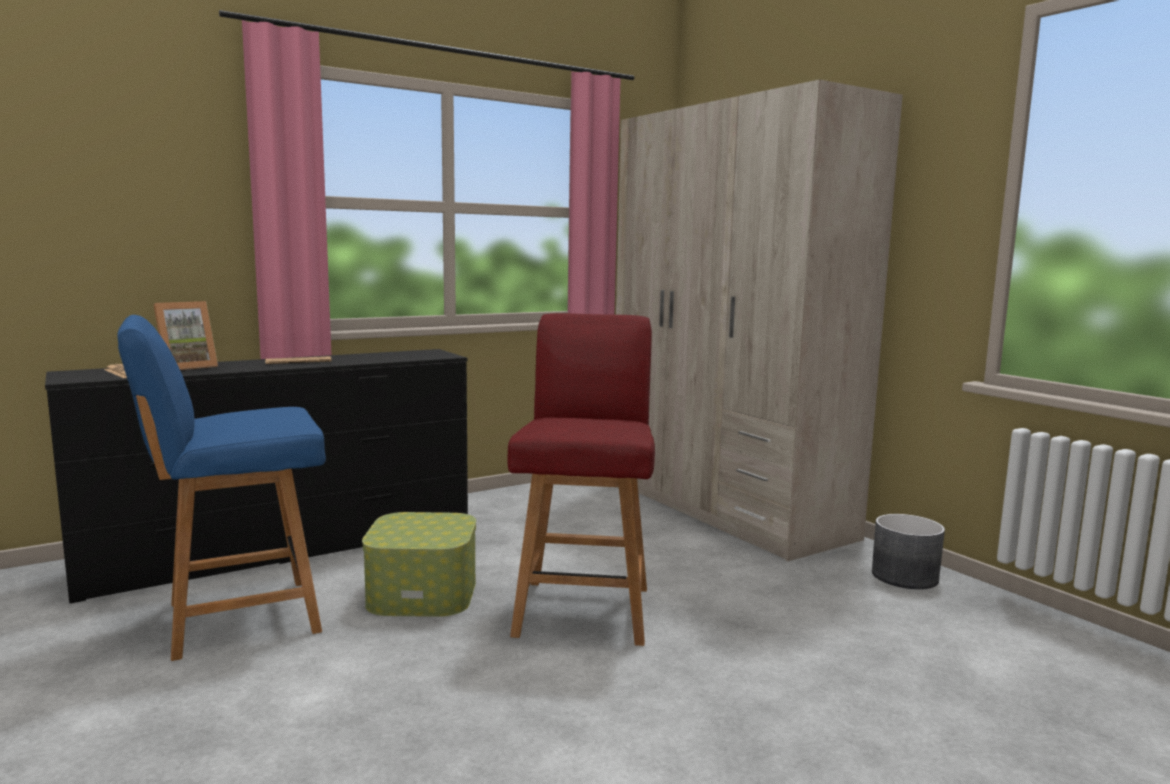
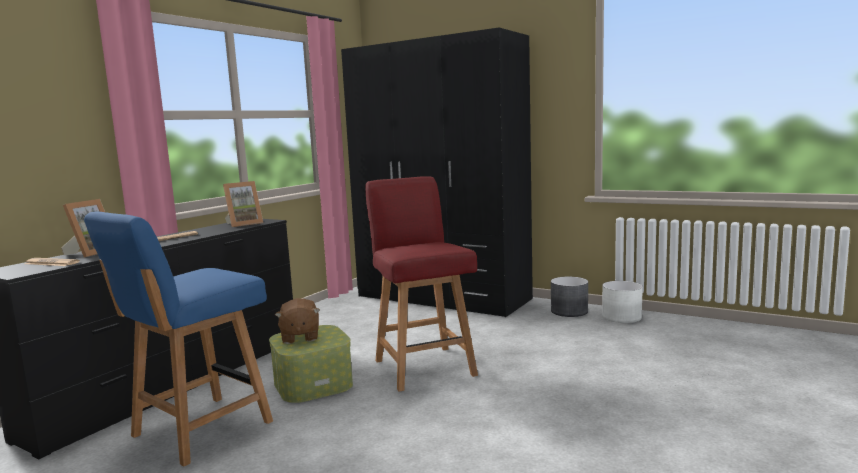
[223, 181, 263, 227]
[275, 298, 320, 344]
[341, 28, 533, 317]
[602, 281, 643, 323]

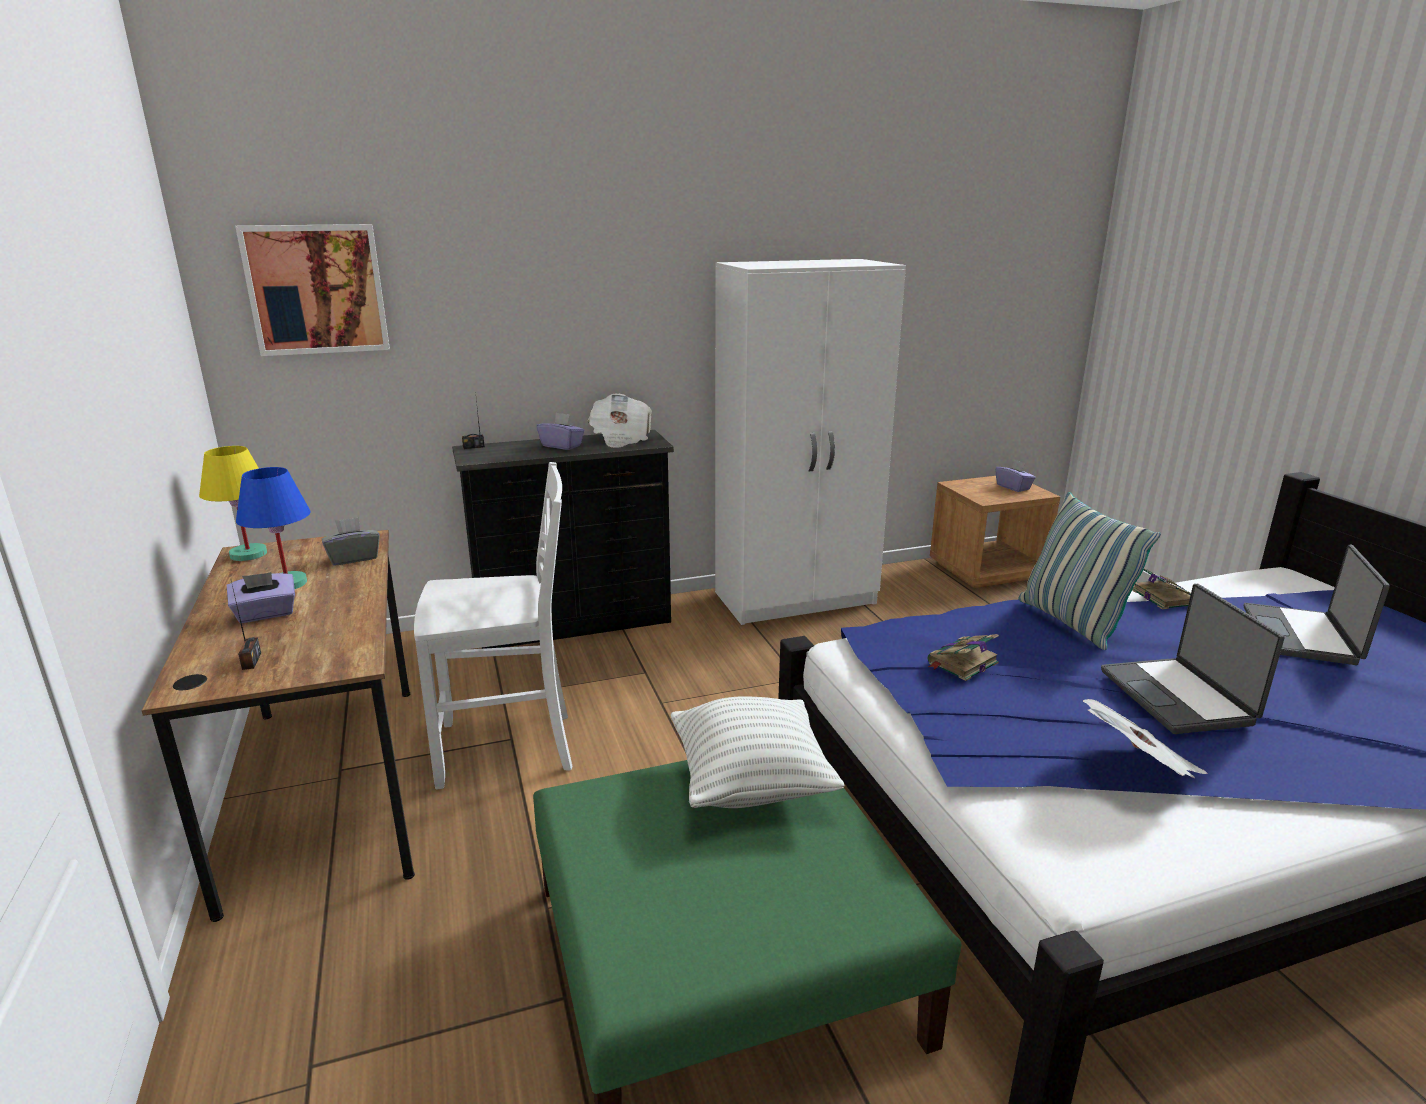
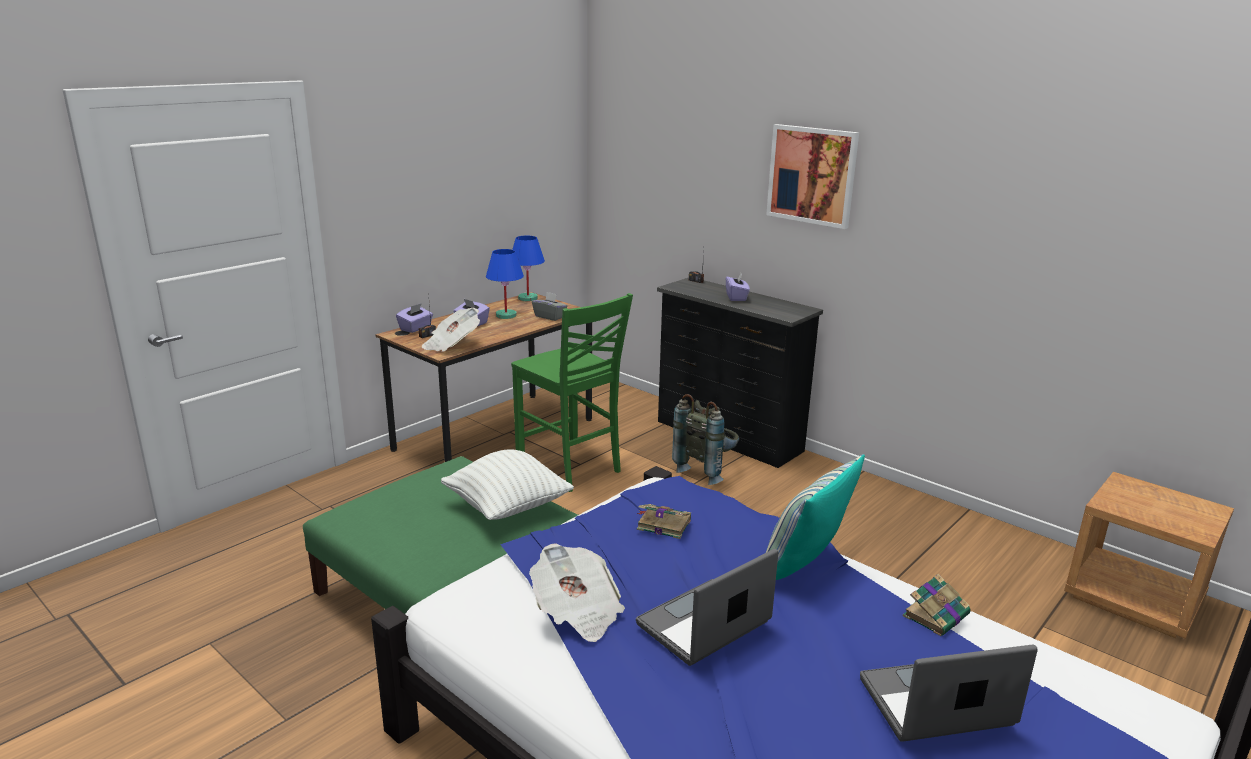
[396, 303, 433, 333]
[422, 308, 480, 352]
[511, 293, 633, 492]
[512, 236, 545, 301]
[672, 394, 739, 485]
[766, 124, 859, 229]
[715, 259, 906, 625] (first image)

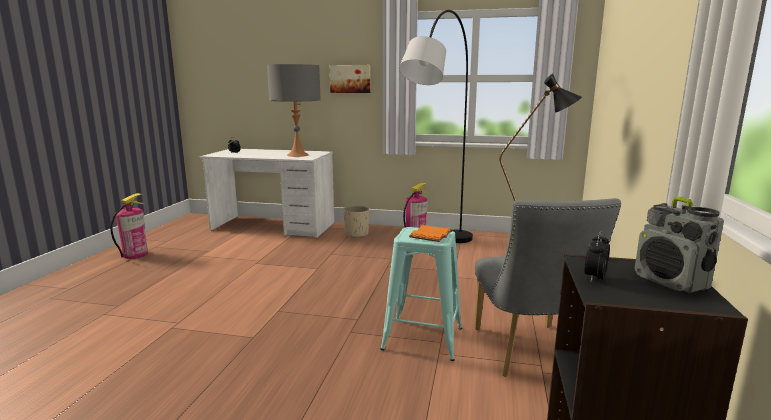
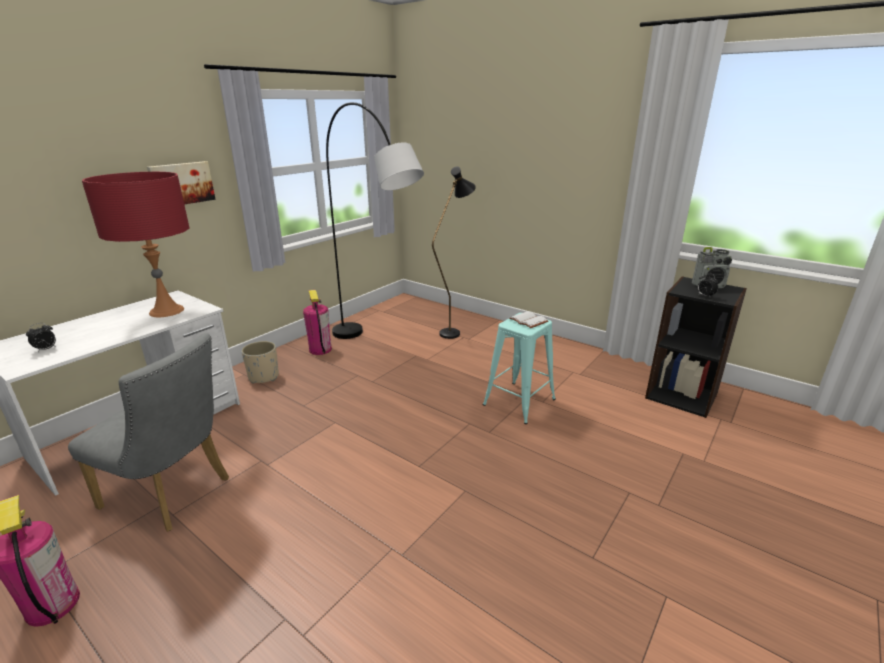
[68, 333, 229, 532]
[82, 172, 189, 318]
[509, 311, 548, 328]

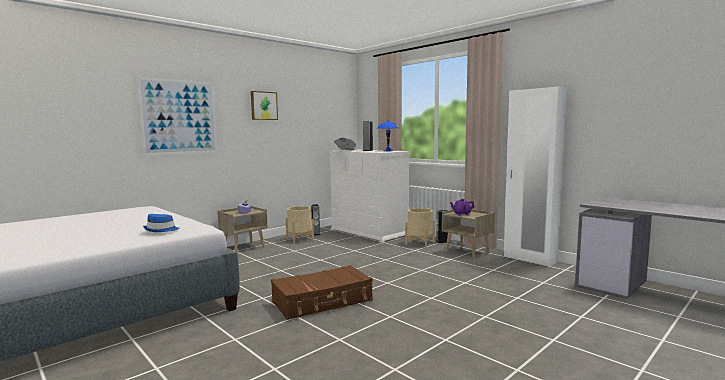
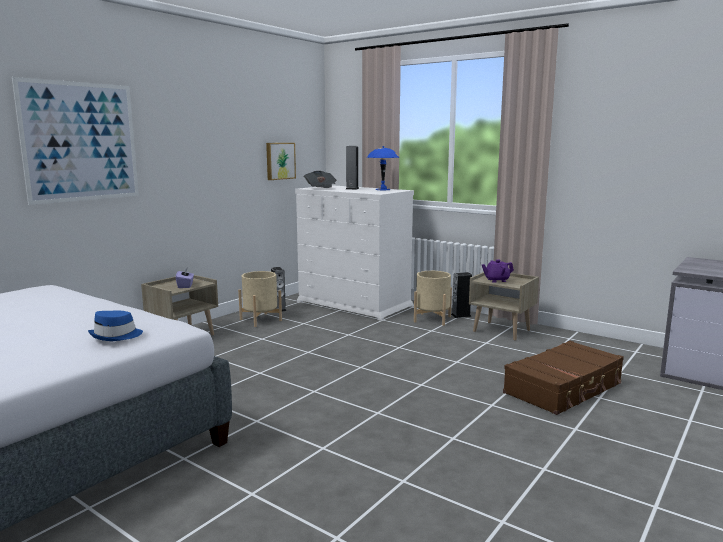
[266, 143, 296, 180]
[503, 341, 624, 415]
[504, 86, 567, 267] (first image)

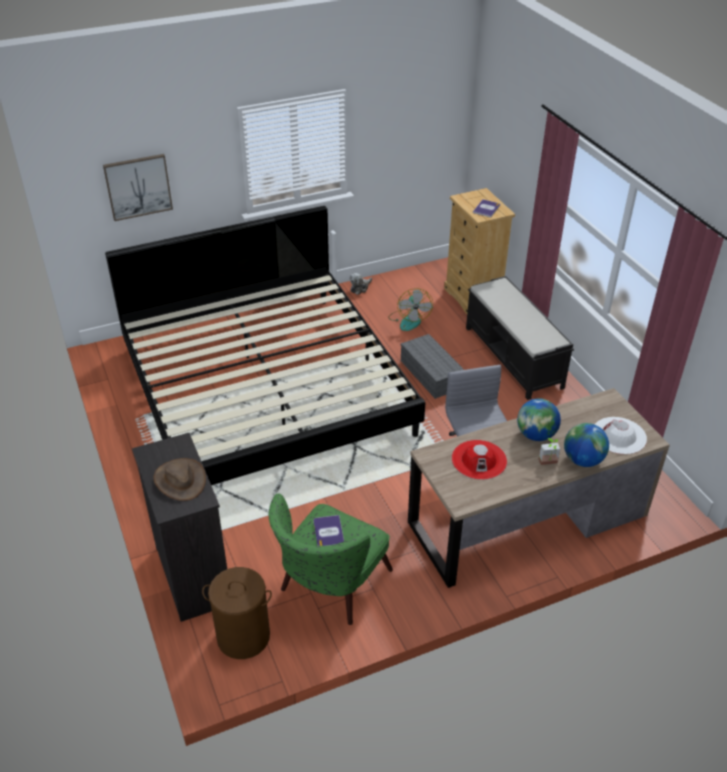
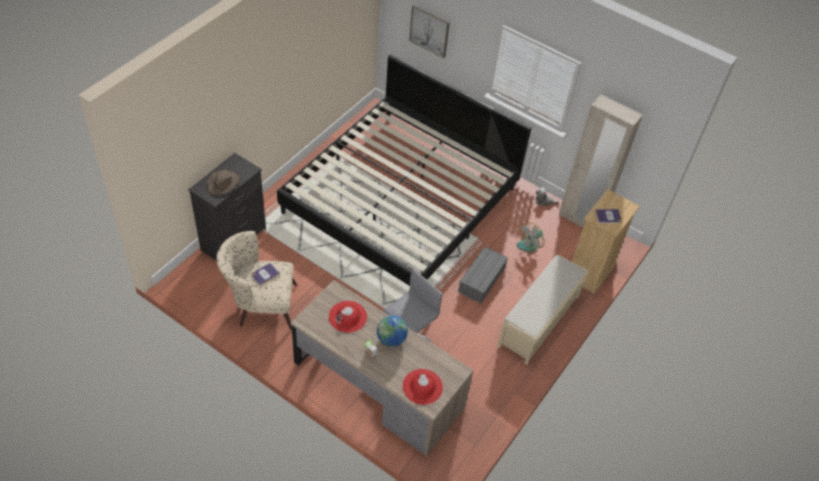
[216, 231, 297, 330]
[402, 369, 443, 405]
[497, 255, 588, 365]
[559, 94, 643, 228]
[202, 567, 272, 659] (first image)
[564, 423, 609, 467] (first image)

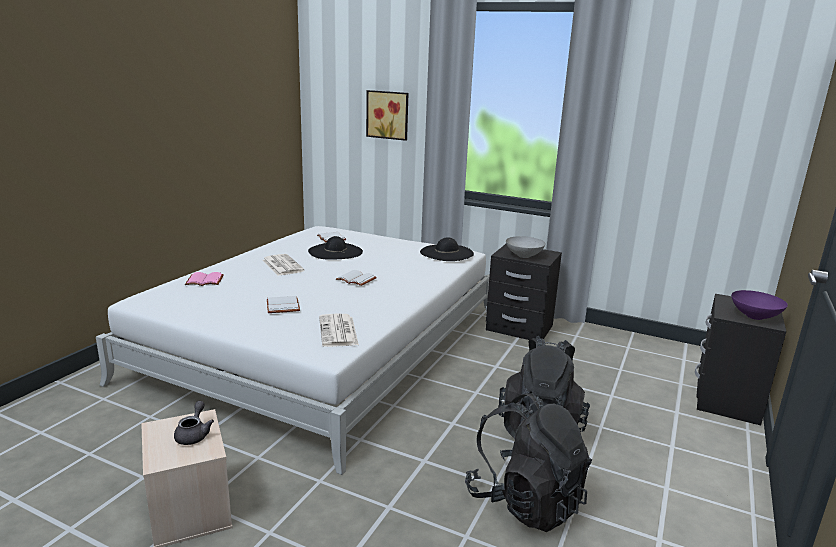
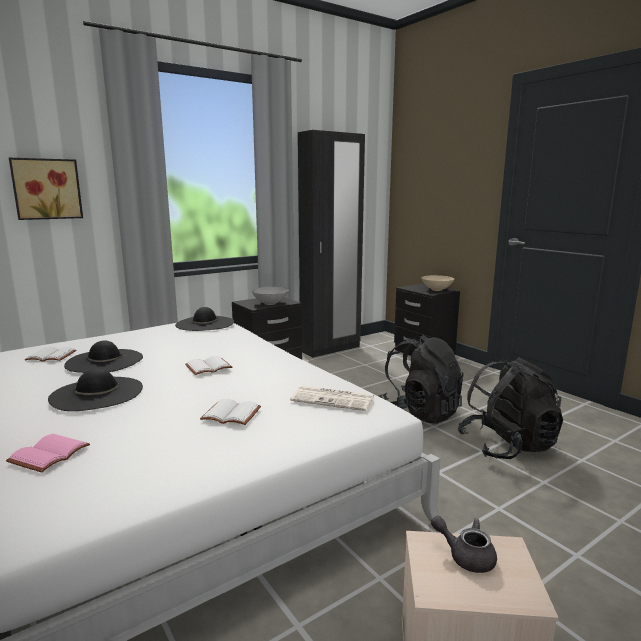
[48, 369, 143, 411]
[298, 130, 365, 358]
[421, 275, 454, 291]

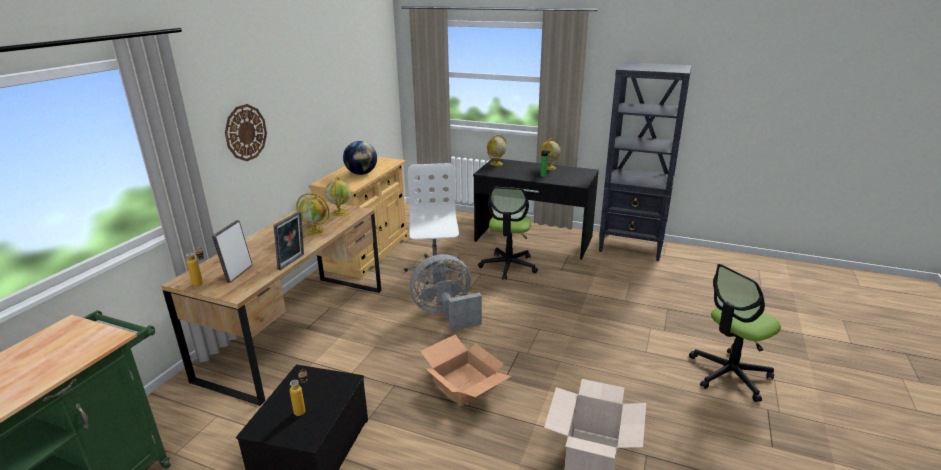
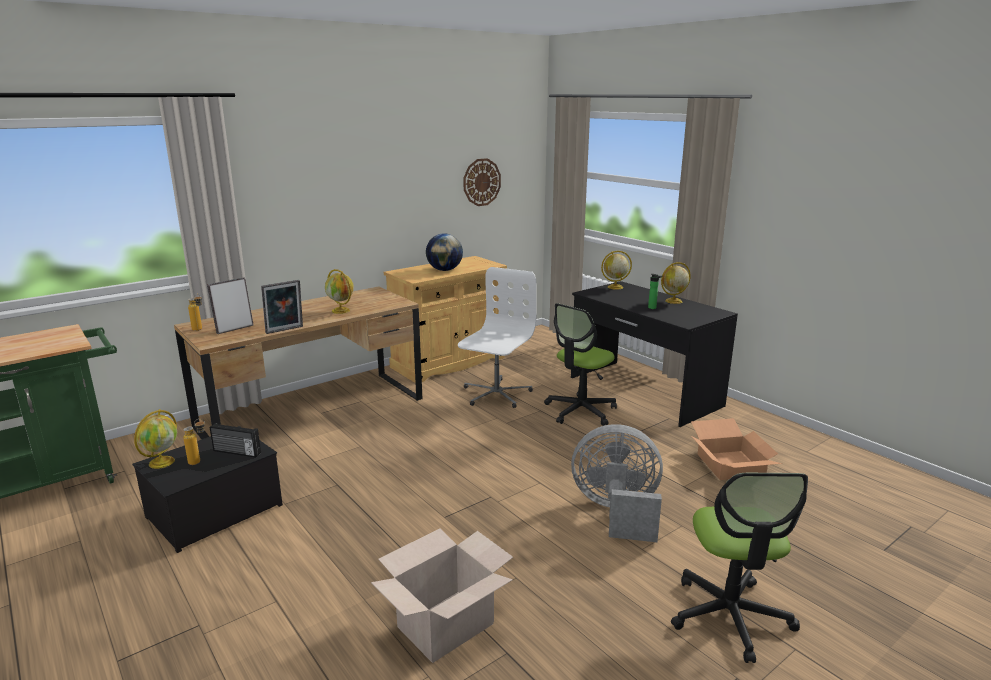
[134, 409, 177, 469]
[210, 423, 261, 457]
[463, 158, 501, 206]
[571, 424, 663, 542]
[671, 473, 808, 663]
[691, 418, 783, 480]
[599, 62, 692, 261] (first image)

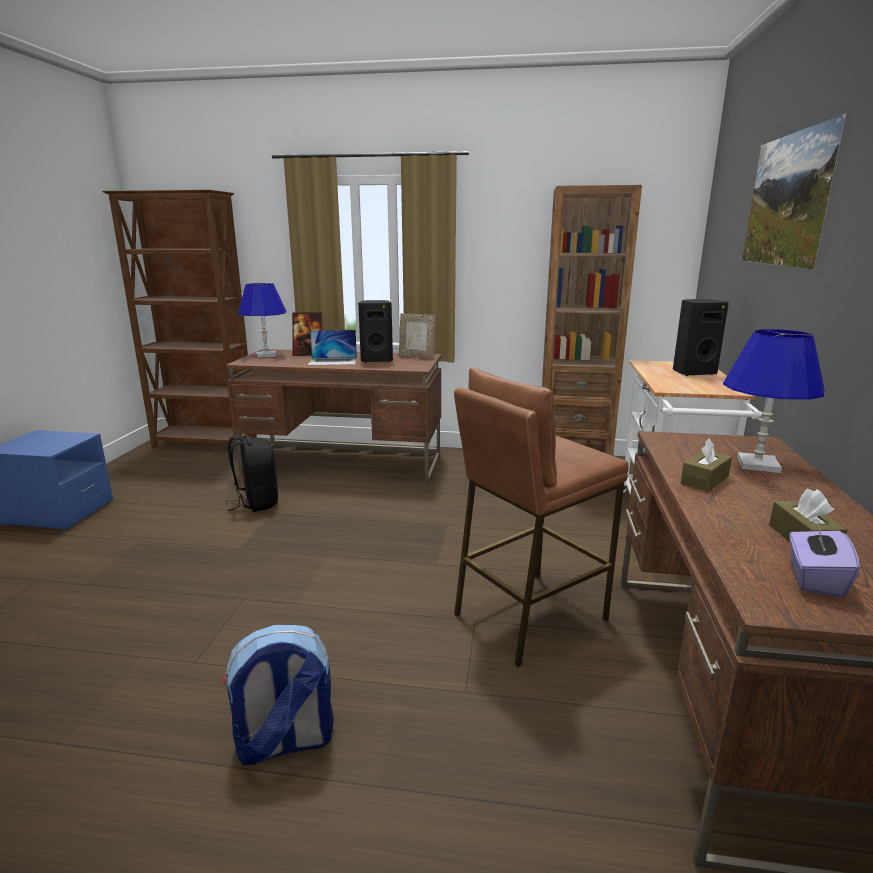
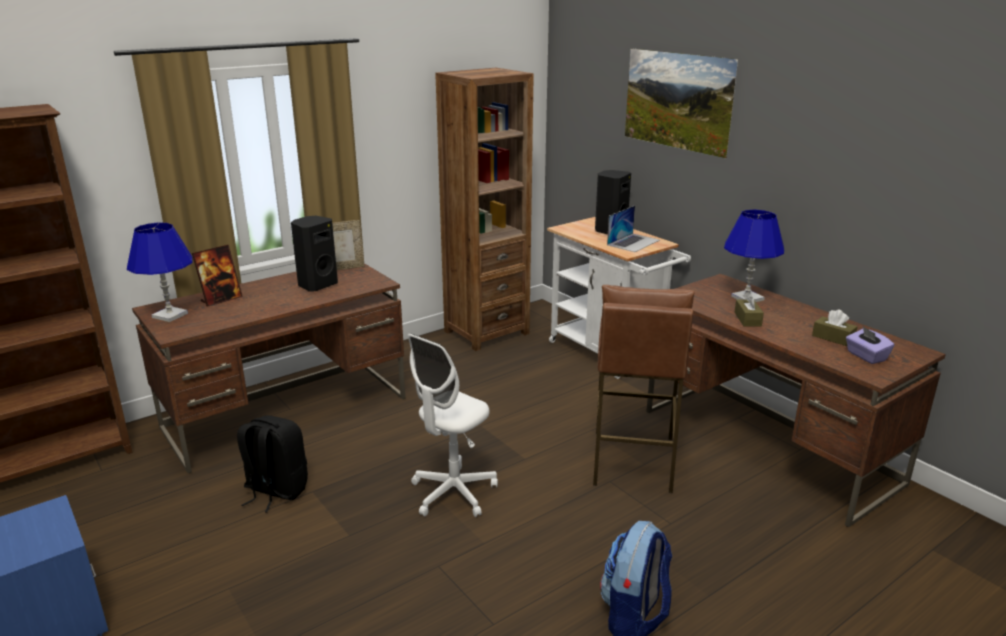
[408, 333, 498, 517]
[607, 206, 660, 252]

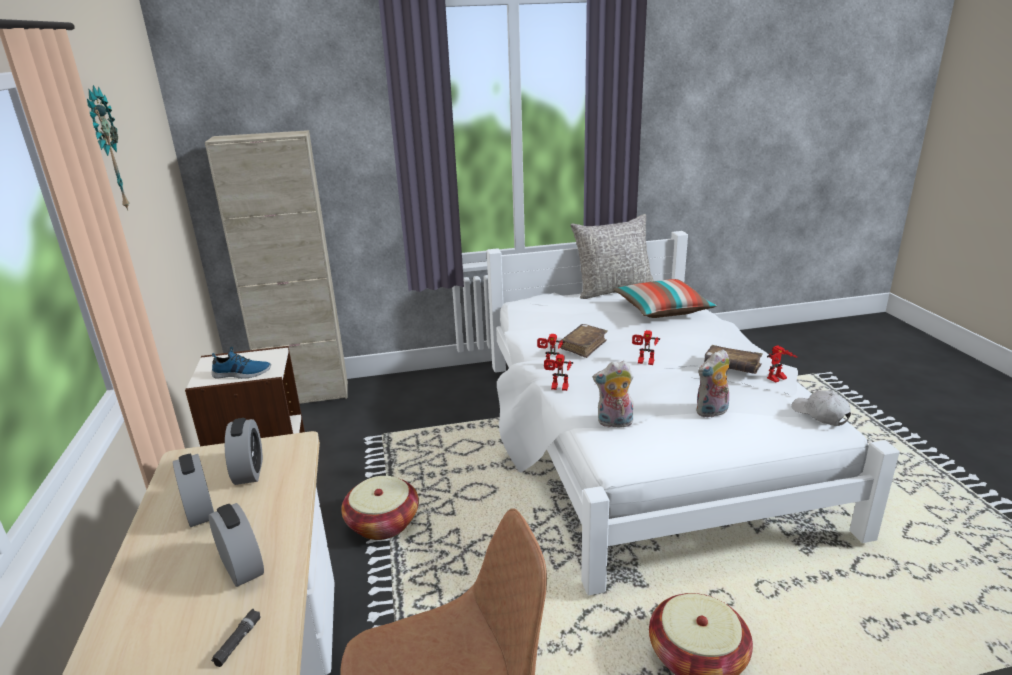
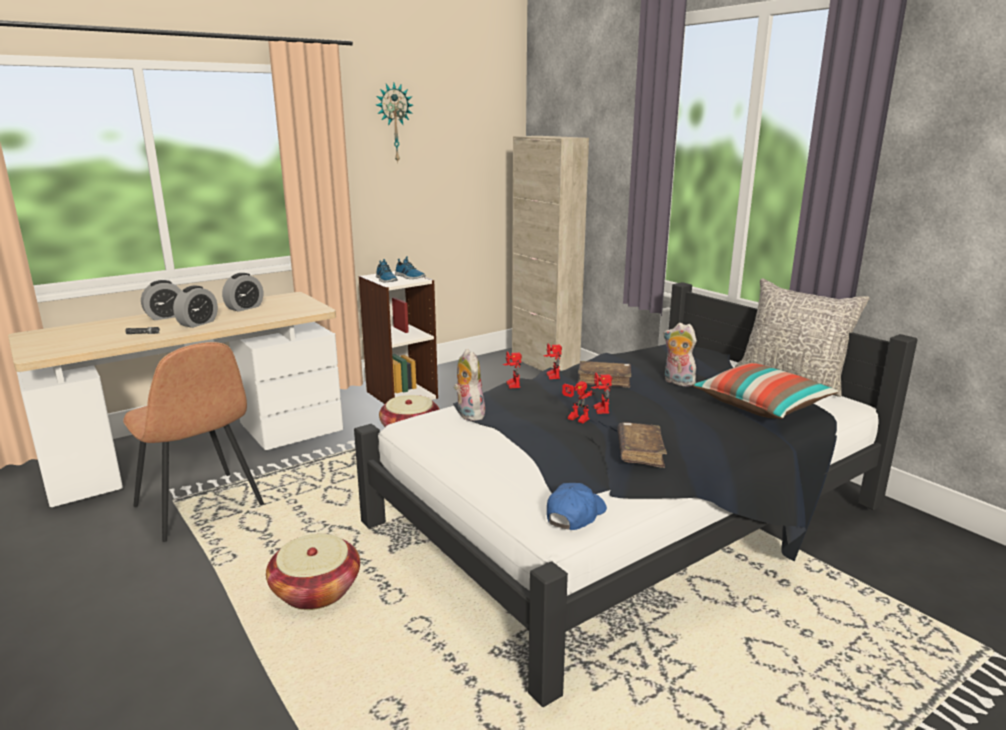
[141, 280, 182, 320]
[354, 282, 918, 707]
[395, 256, 425, 279]
[547, 483, 607, 530]
[562, 381, 595, 423]
[663, 323, 697, 386]

